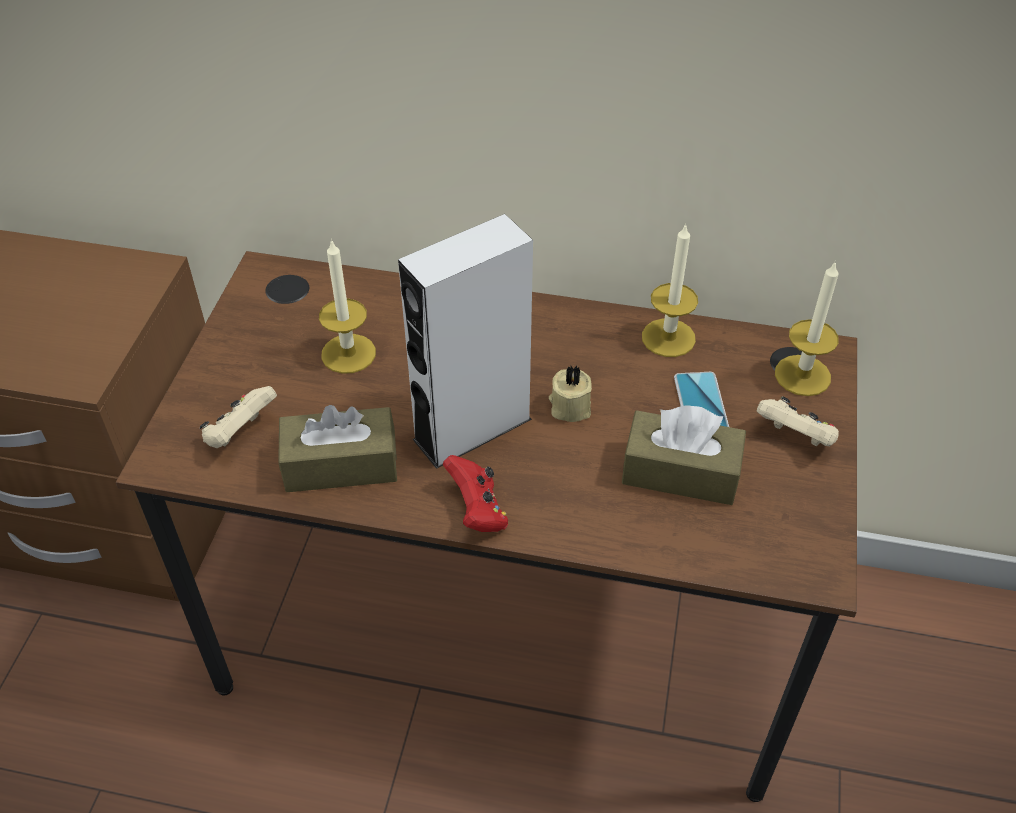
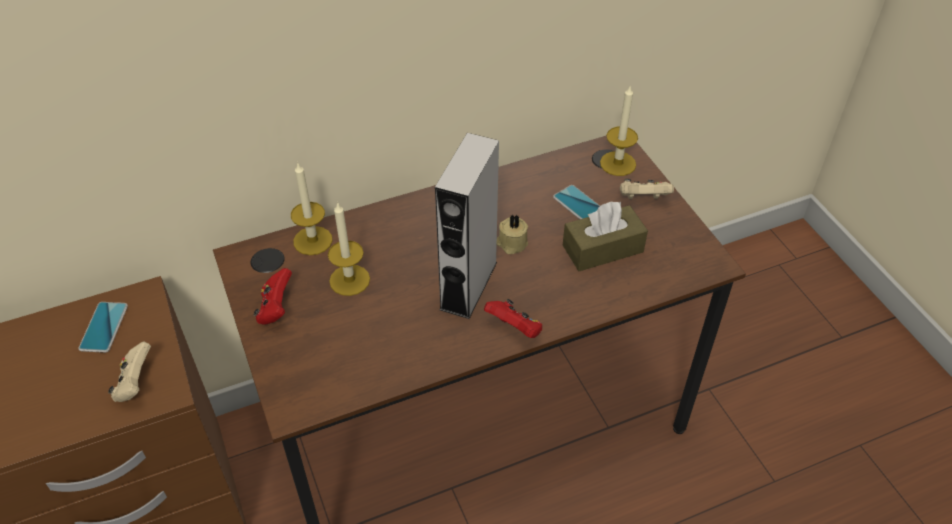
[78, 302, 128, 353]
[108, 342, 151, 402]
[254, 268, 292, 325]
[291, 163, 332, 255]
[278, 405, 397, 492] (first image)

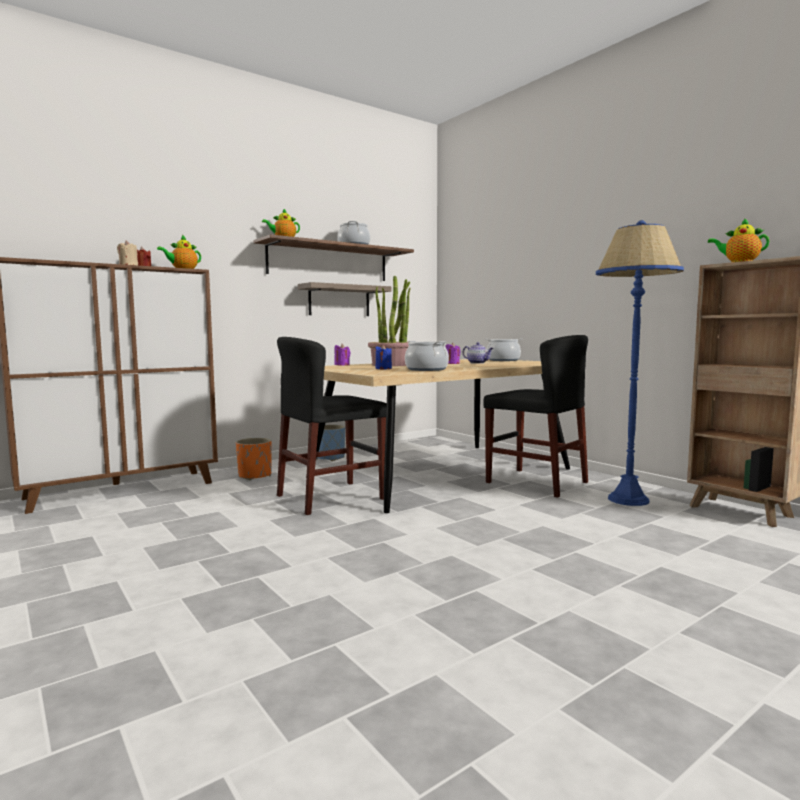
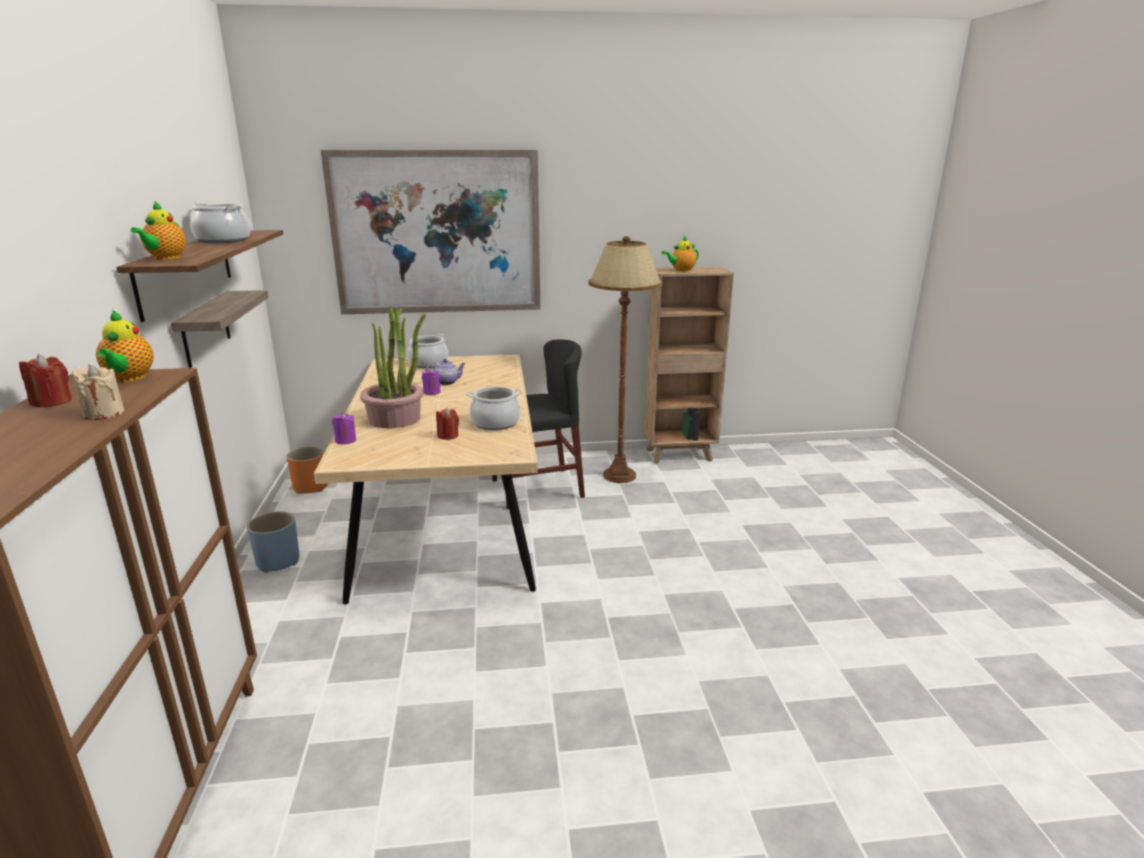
[286, 446, 328, 494]
[321, 150, 540, 314]
[436, 408, 459, 440]
[589, 236, 662, 483]
[277, 337, 387, 515] (first image)

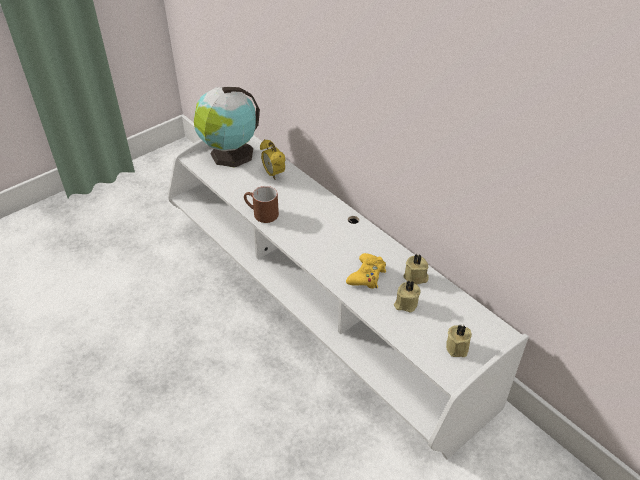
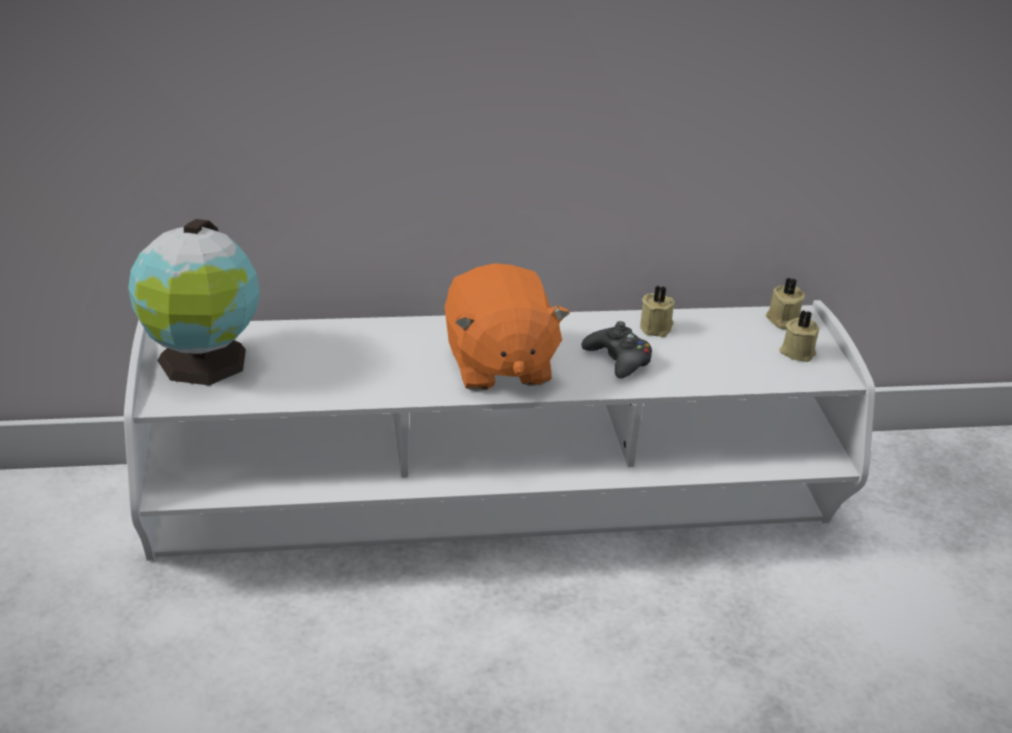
[445, 263, 570, 391]
[581, 321, 652, 379]
[766, 278, 805, 329]
[244, 186, 279, 223] (first image)
[260, 139, 285, 180] (first image)

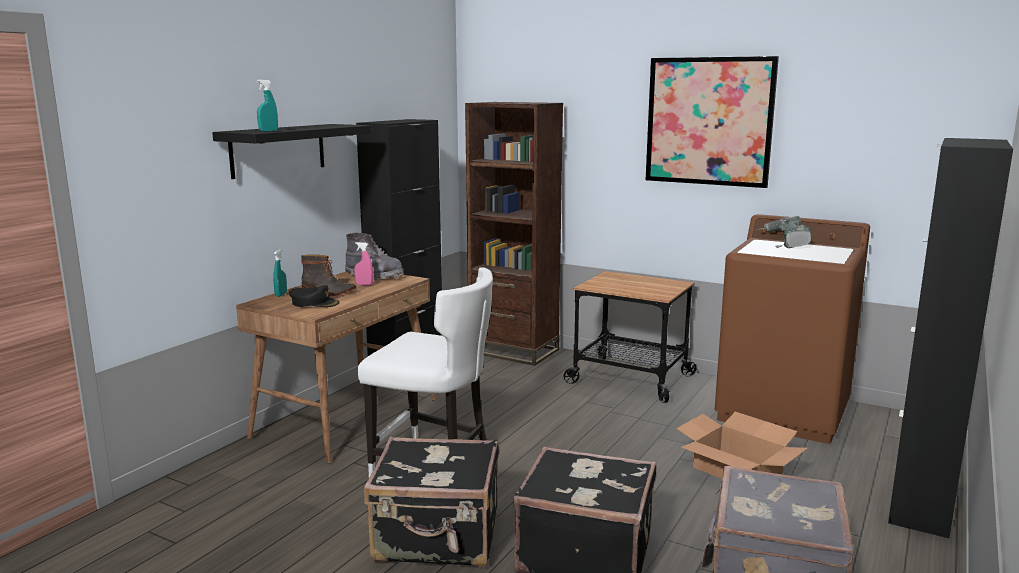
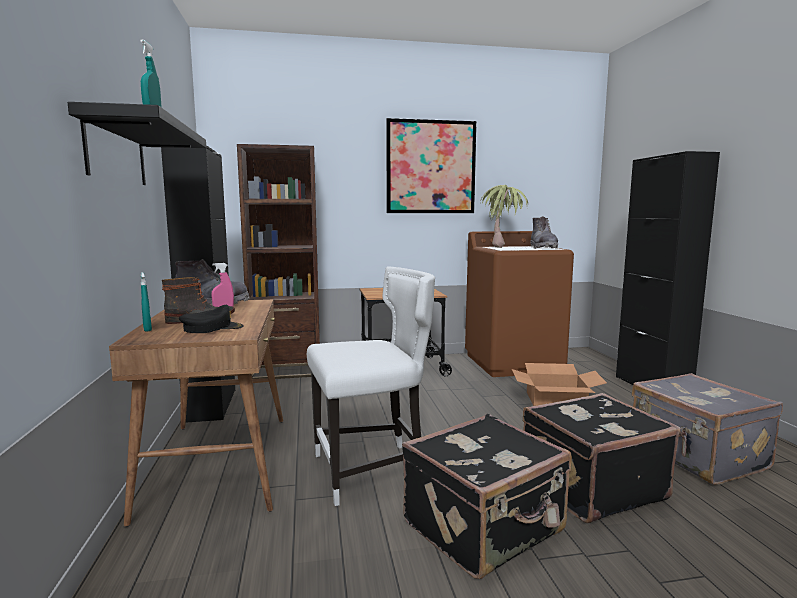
[480, 185, 528, 248]
[530, 216, 558, 249]

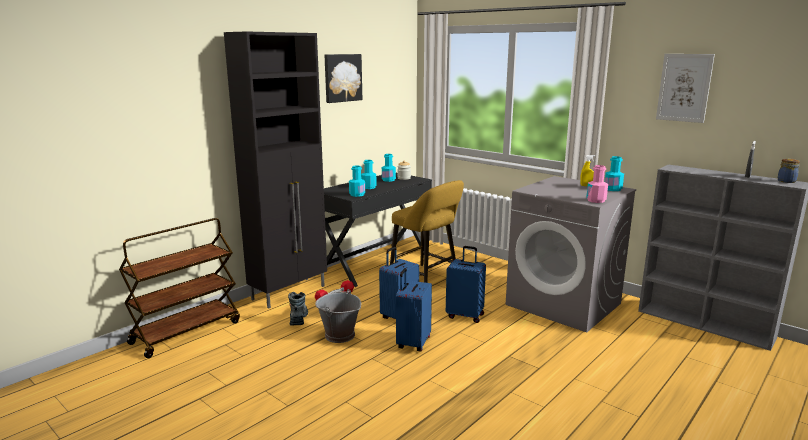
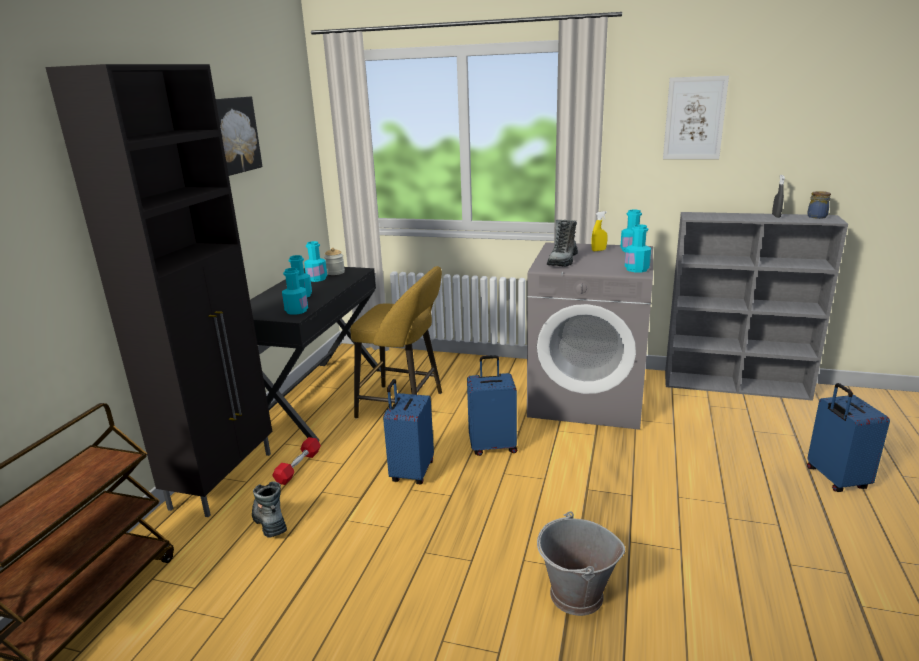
[537, 511, 625, 616]
[547, 220, 578, 267]
[625, 224, 651, 272]
[807, 383, 890, 492]

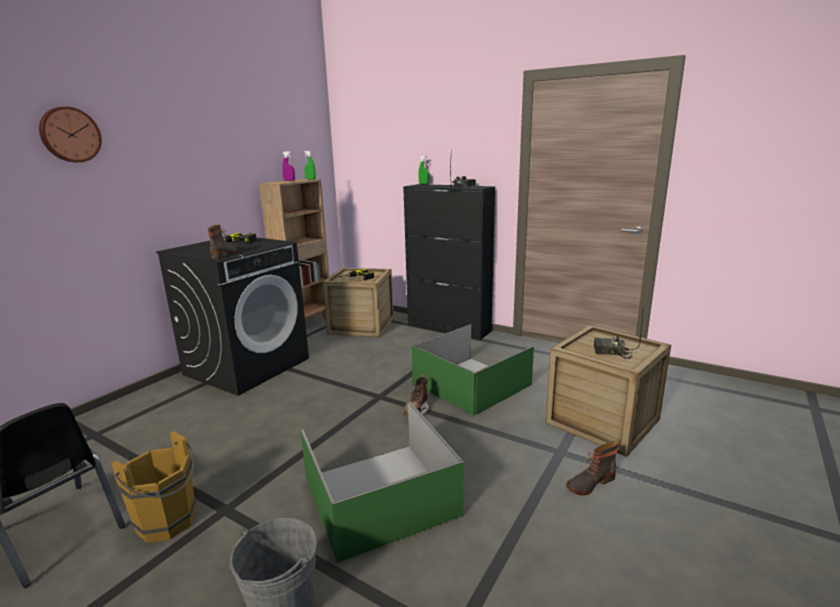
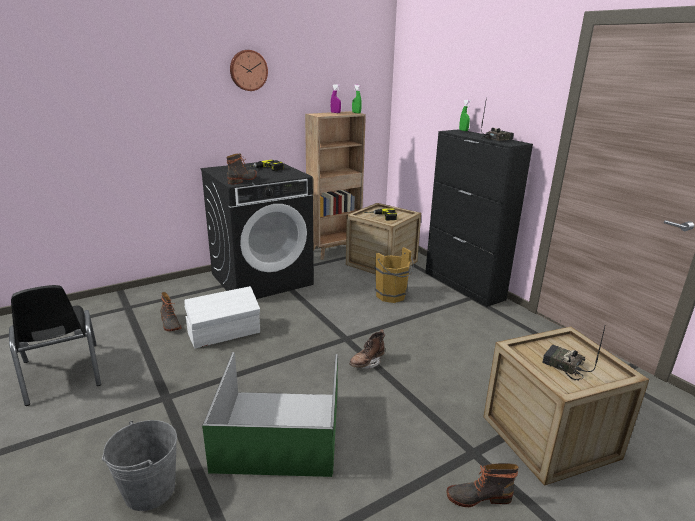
[160, 292, 182, 331]
[185, 286, 260, 349]
[230, 50, 268, 91]
[374, 247, 414, 303]
[411, 325, 534, 416] (first image)

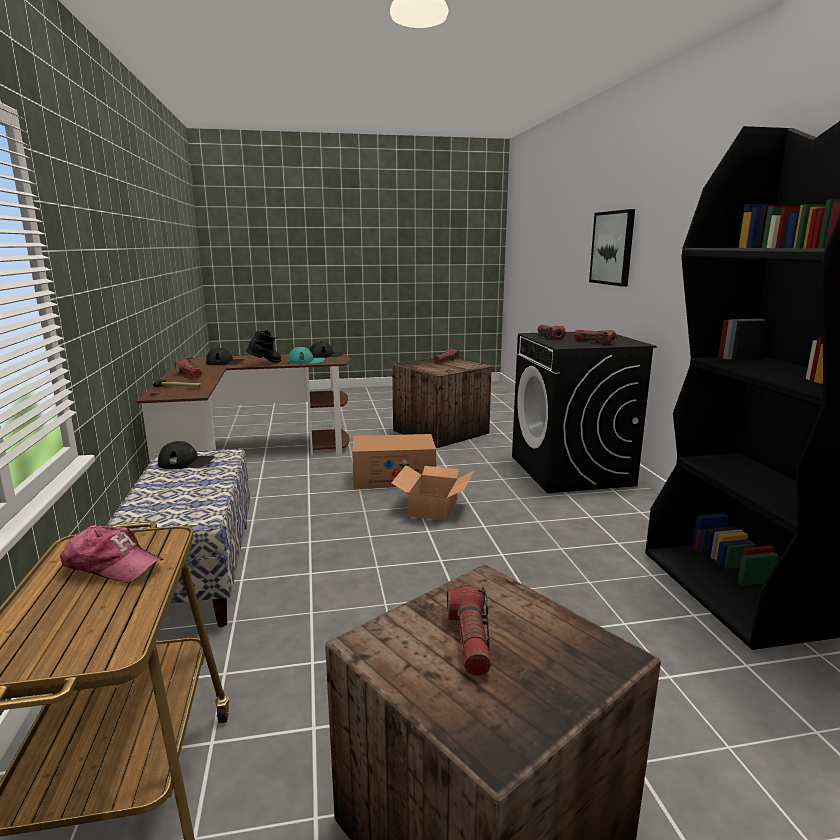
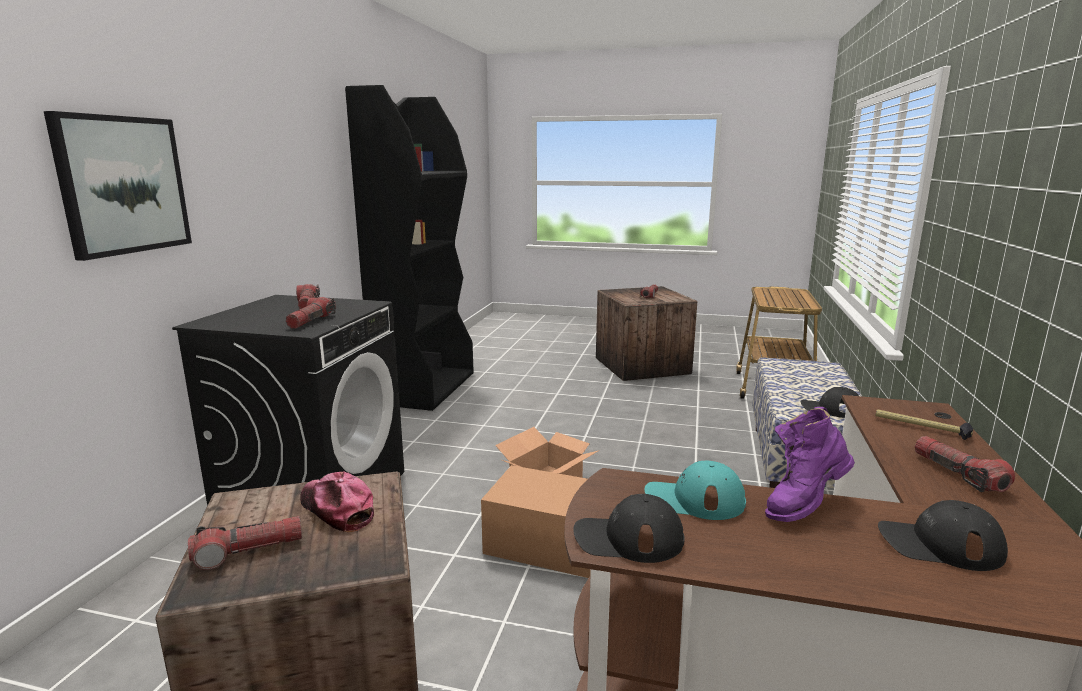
[300, 472, 374, 533]
[765, 407, 855, 522]

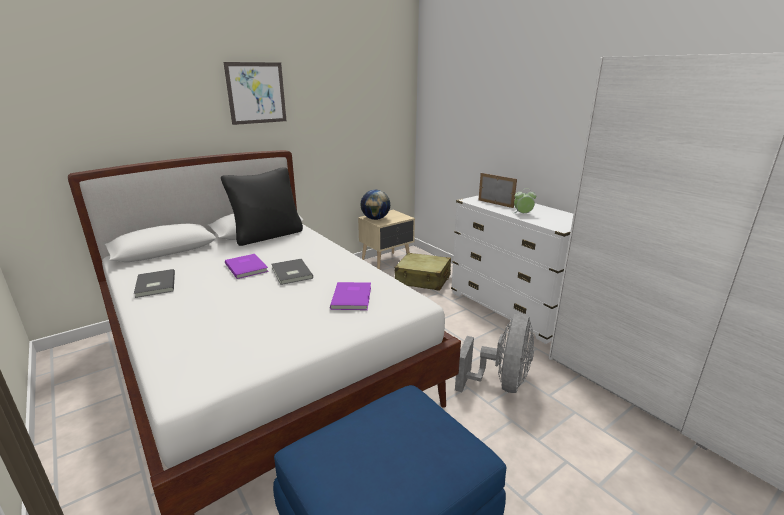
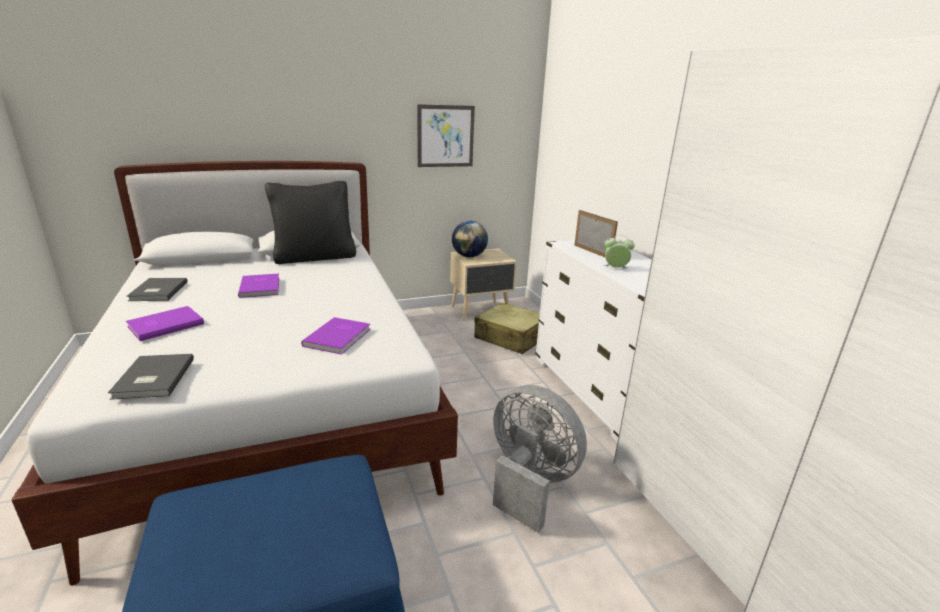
[108, 354, 194, 400]
[126, 306, 204, 341]
[417, 104, 475, 167]
[493, 385, 587, 533]

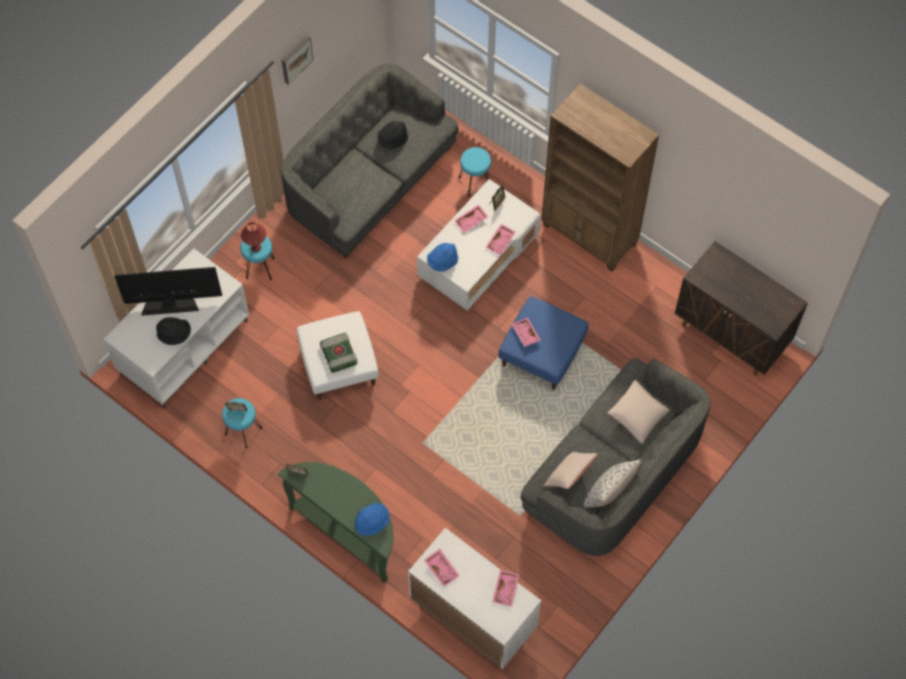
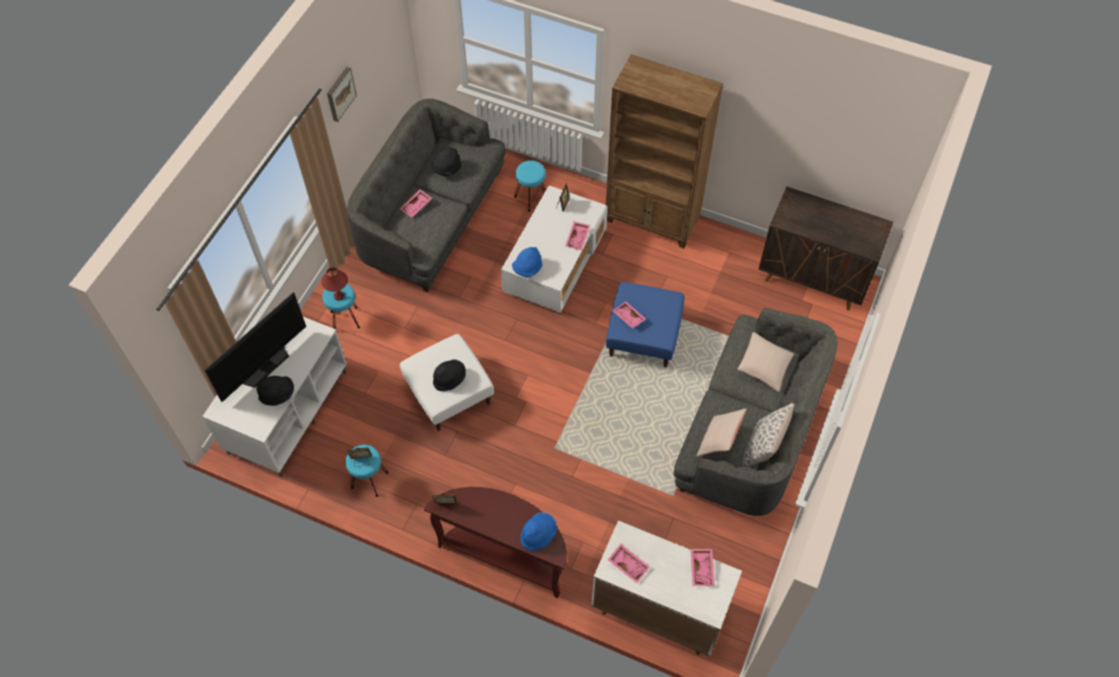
[205, 292, 306, 402]
[400, 190, 432, 218]
[424, 487, 567, 598]
[433, 360, 466, 391]

